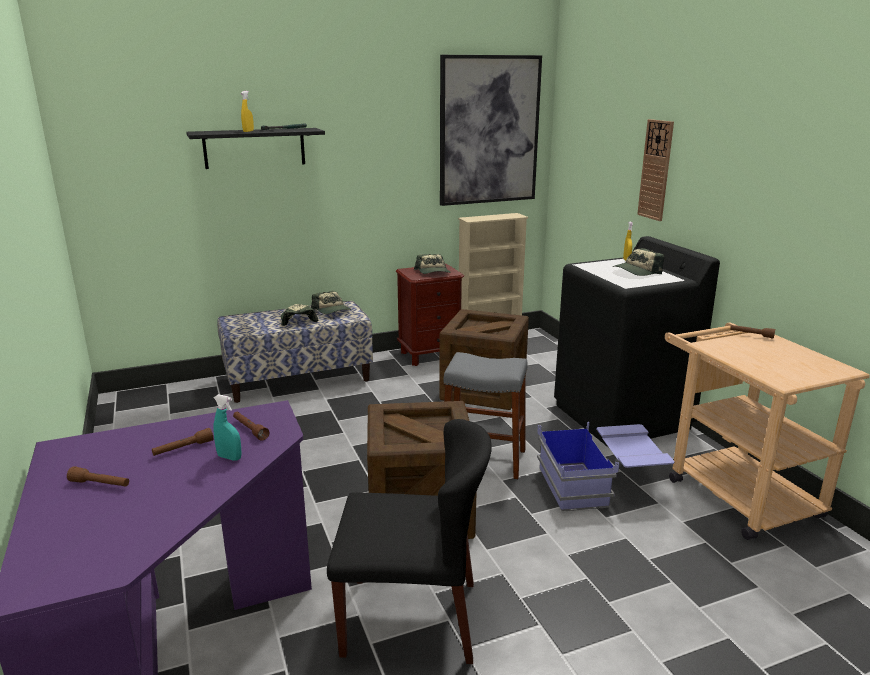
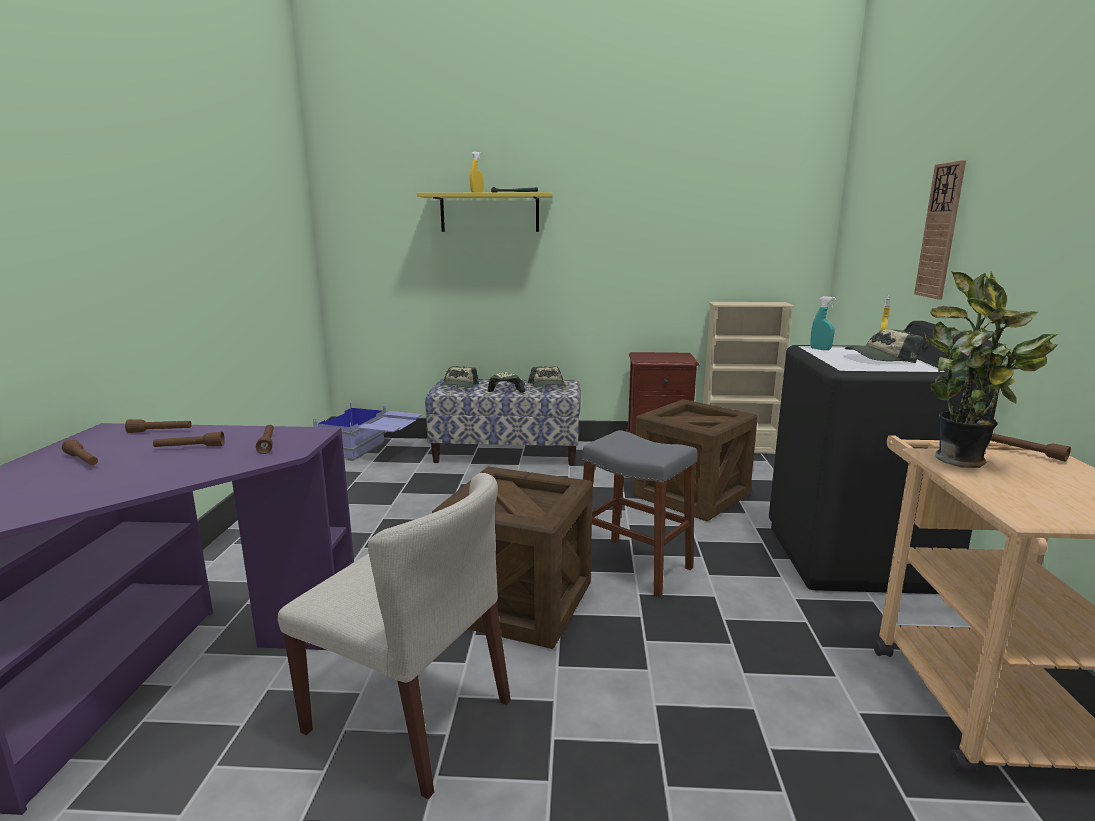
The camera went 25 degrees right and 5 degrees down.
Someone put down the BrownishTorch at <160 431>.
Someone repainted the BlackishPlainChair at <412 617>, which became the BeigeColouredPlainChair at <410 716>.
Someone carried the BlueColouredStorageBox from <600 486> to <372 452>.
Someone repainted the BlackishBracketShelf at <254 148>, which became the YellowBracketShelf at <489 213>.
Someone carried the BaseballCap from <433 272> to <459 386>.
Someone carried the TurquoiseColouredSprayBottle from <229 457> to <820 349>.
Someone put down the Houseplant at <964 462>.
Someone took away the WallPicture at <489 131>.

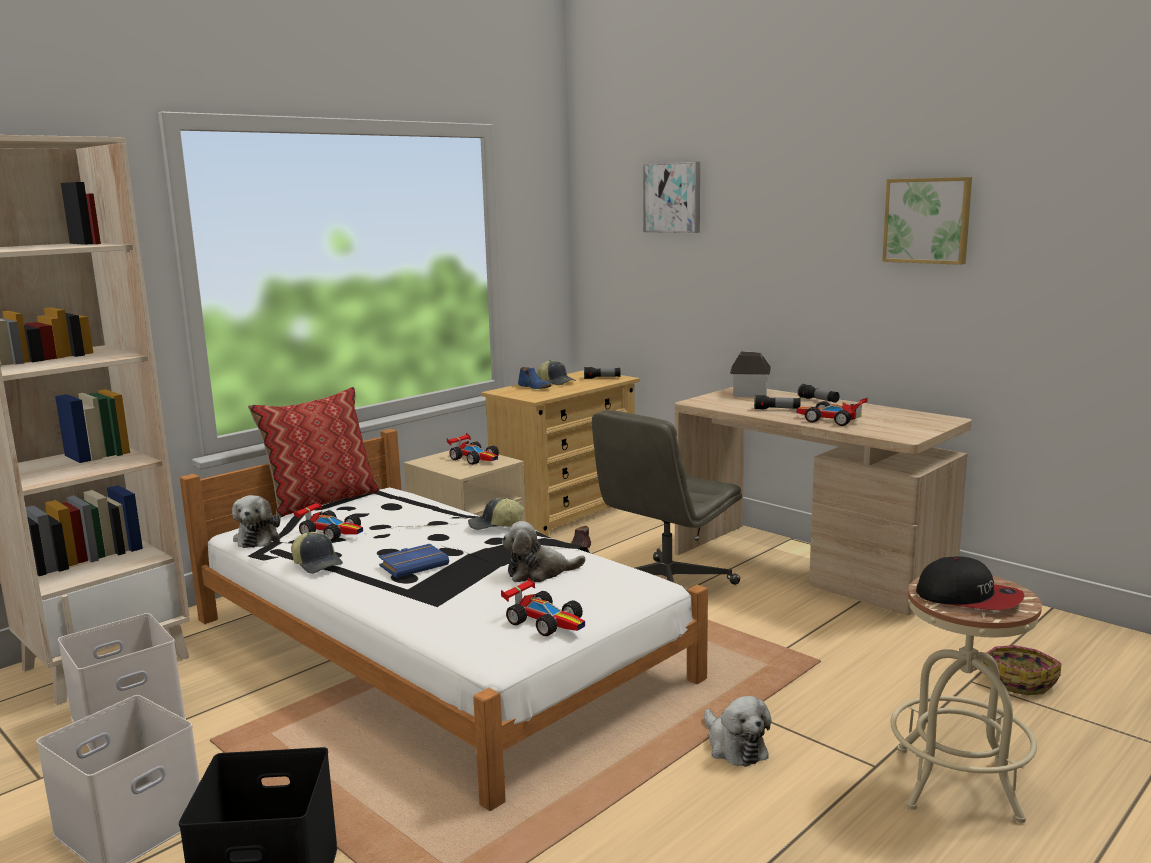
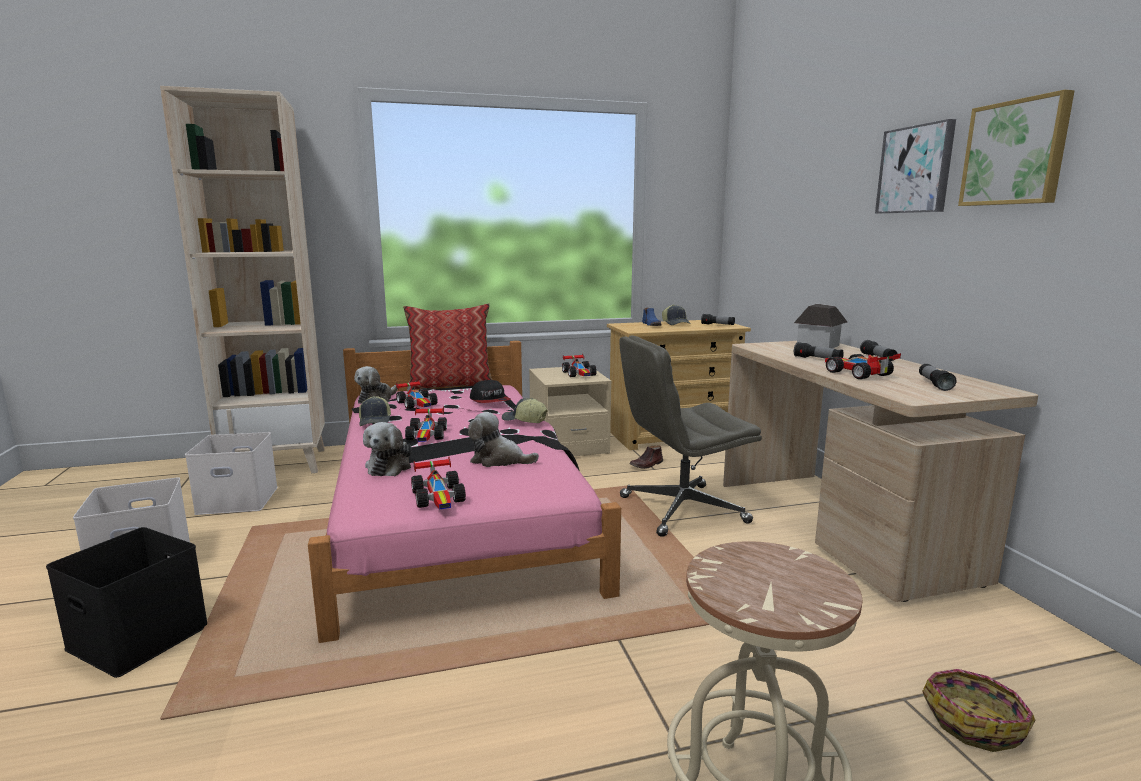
The camera went 30 degrees right and 0 degrees up.
Someone repainted the WhitishBedroomBed at <432 648>, which became the PinkishBedroomBed at <453 507>.
Someone carried the SoftToy from <734 746> to <390 466>.
Someone swapped the BlueColouredBoundBook at <414 565> for the ToyCar at <428 435>.
Someone carried the BaseballCap from <969 598> to <490 400>.
Someone carried the WallPicture from <673 197> to <916 170>.
Someone put down the Torch at <934 384>.

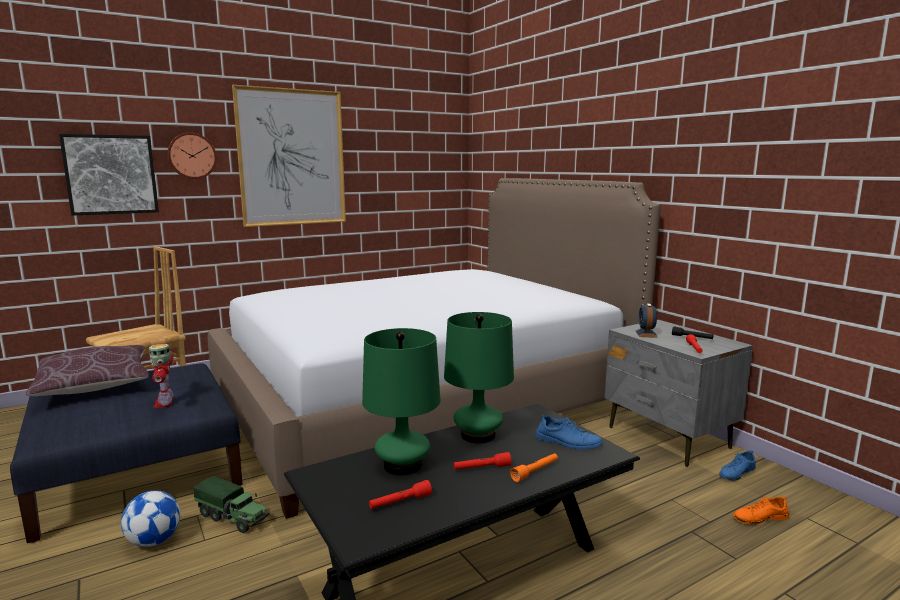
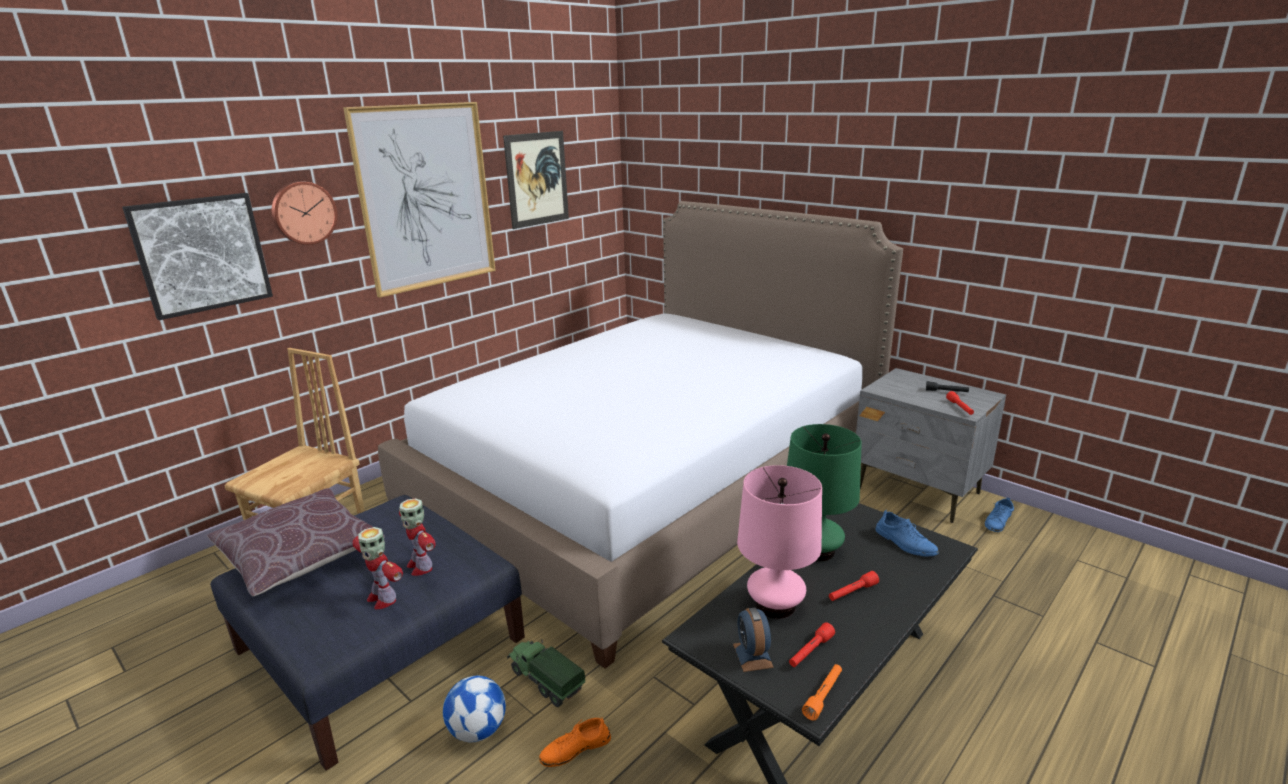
The camera went 15 degrees left and 10 degrees up.
Someone put down the ModelRobot at <382 598>.
Someone put up the WallPicture at <537 179>.
Someone rotated the ModelTruck at <233 518> by 150 degrees counterclockwise.
Someone carried the OrangeyLowShoe from <760 518> to <575 749>.
Someone carried the AlarmClock from <646 334> to <752 655>.
Someone repainted the GreenishTabletopLamp at <402 465>, which became the PinkishTabletopLamp at <775 605>.
Someone carried the OrangeyTorch from <535 471> to <823 696>.
Someone rotated the BlueColouredLowShoe at <568 442> by 45 degrees clockwise.

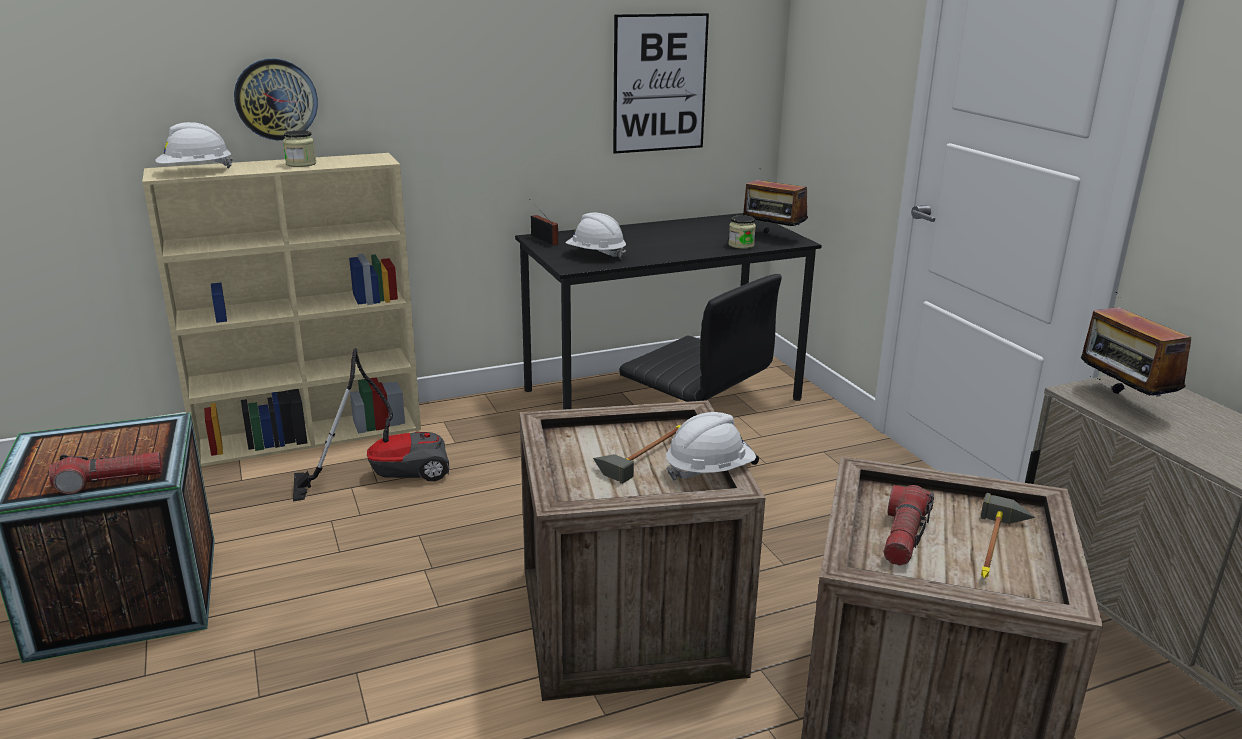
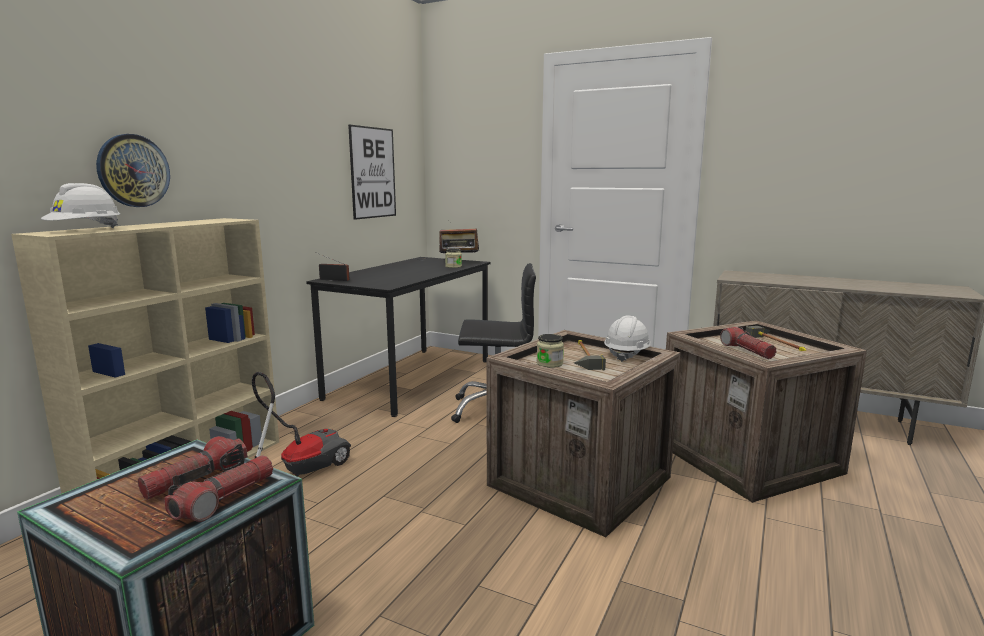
The camera went 40 degrees left and 10 degrees down.
Someone put down the Torch at <196 480>.
Someone carried the PreserveJar from <301 164> to <549 364>.
Someone took away the WhitishSafetyHelmet at <595 255>.
Someone took away the RadioReceiver at <1121 402>.

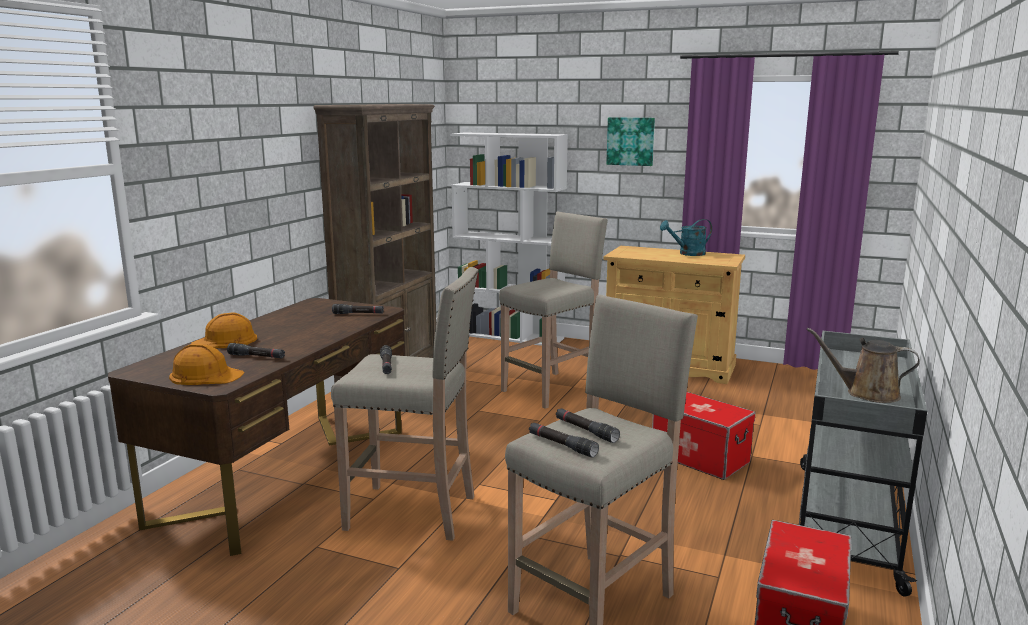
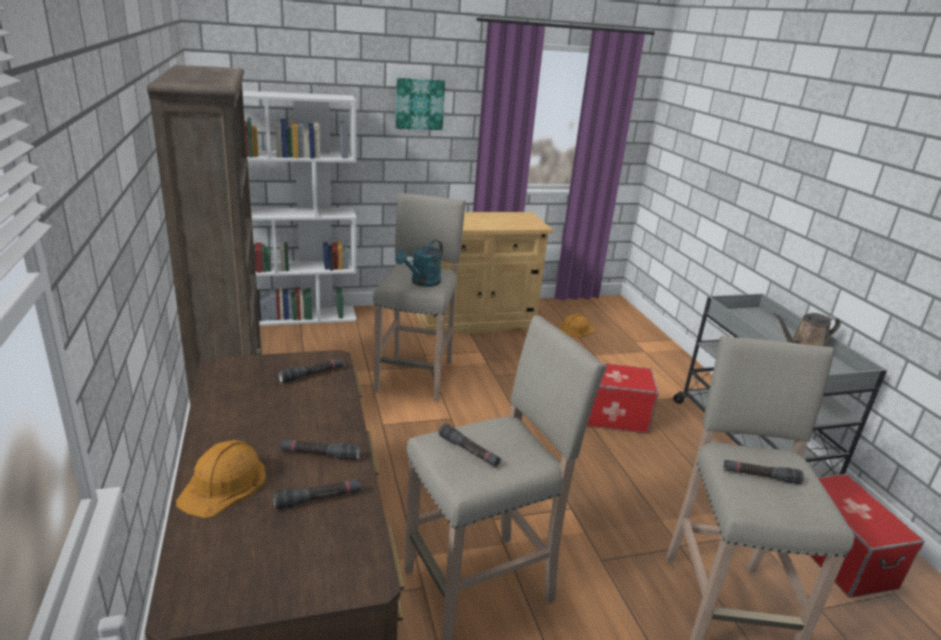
The camera went 40 degrees left and 10 degrees up.
Someone carried the BlackishTorch from <562 445> to <320 454>.
Someone carried the TurquoiseColouredWateringPot from <687 254> to <422 283>.
Someone carried the OrangeySafetyHelmet from <205 375> to <577 329>.

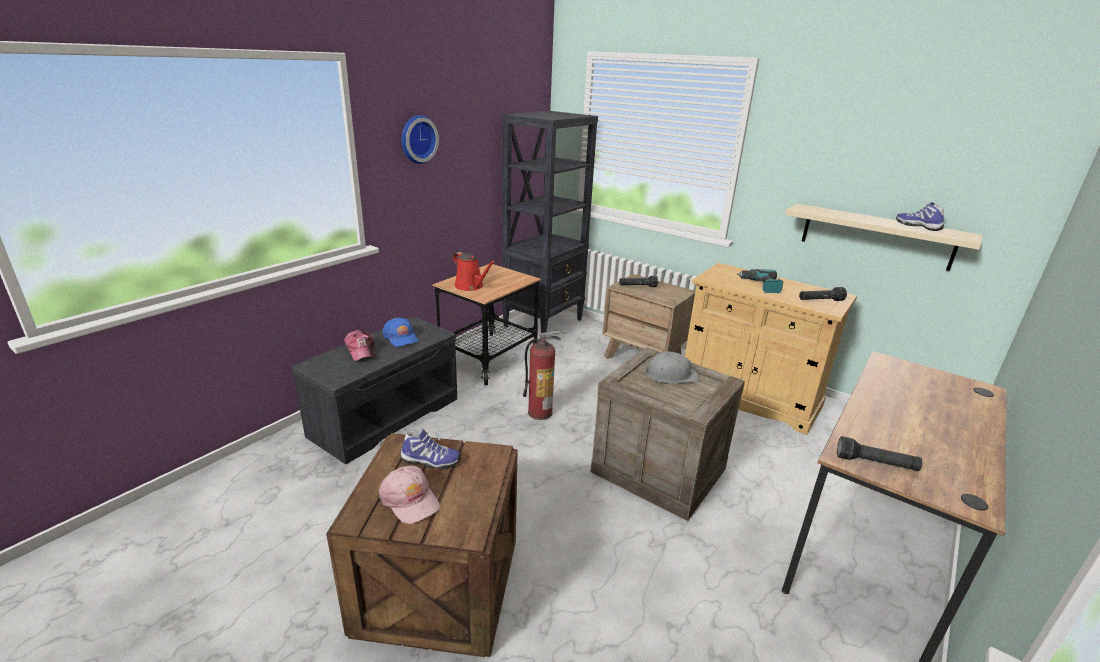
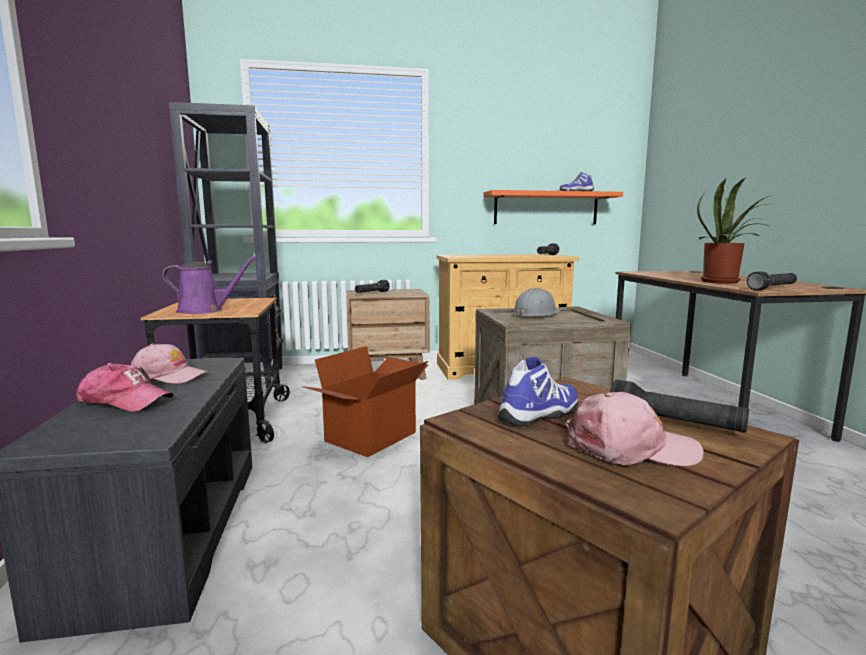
The camera went 45 degrees left and 15 degrees down.
Someone repainted the BlueColouredBaseballCap at <401 337>, which became the PinkishBaseballCap at <169 376>.
Someone repainted the RedColouredWateringPot at <471 286>, which became the PurpleColouredWateringPot at <205 310>.
Someone swapped the Extinguisher at <540 412> for the Carton at <372 437>.
Someone repainted the BeigeColouredBracketShelf at <876 236>, which became the OrangeyBracketShelf at <546 208>.
Someone put down the BlackishTorch at <674 425>.
Someone put down the Houseplant at <724 282>.
Someone took away the WallClock at <417 139>.
Someone took away the PowerDrill at <760 286>.

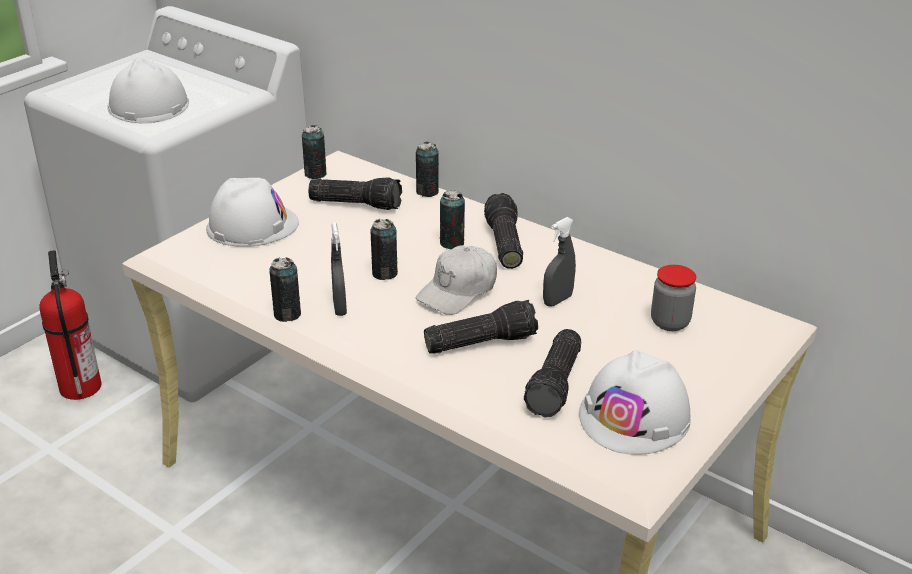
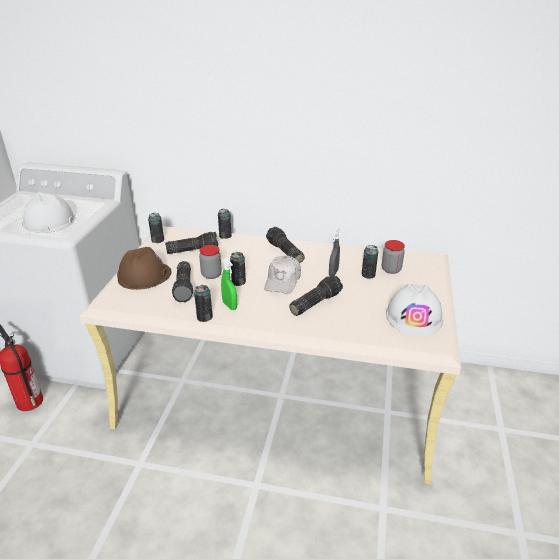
The camera went 25 degrees left and 0 degrees up.
Someone repainted the WhitishSafetyHelmet at <252 225>, which became the BrownishSafetyHelmet at <144 275>.
Someone carried the Torch from <557 384> to <185 287>.
Someone put down the PreserveJar at <211 274>.
Someone repainted the GraySprayBottle at <339 307>, which became the GreenishSprayBottle at <230 306>.
Someone carried the SealedCan from <452 243> to <368 275>.

